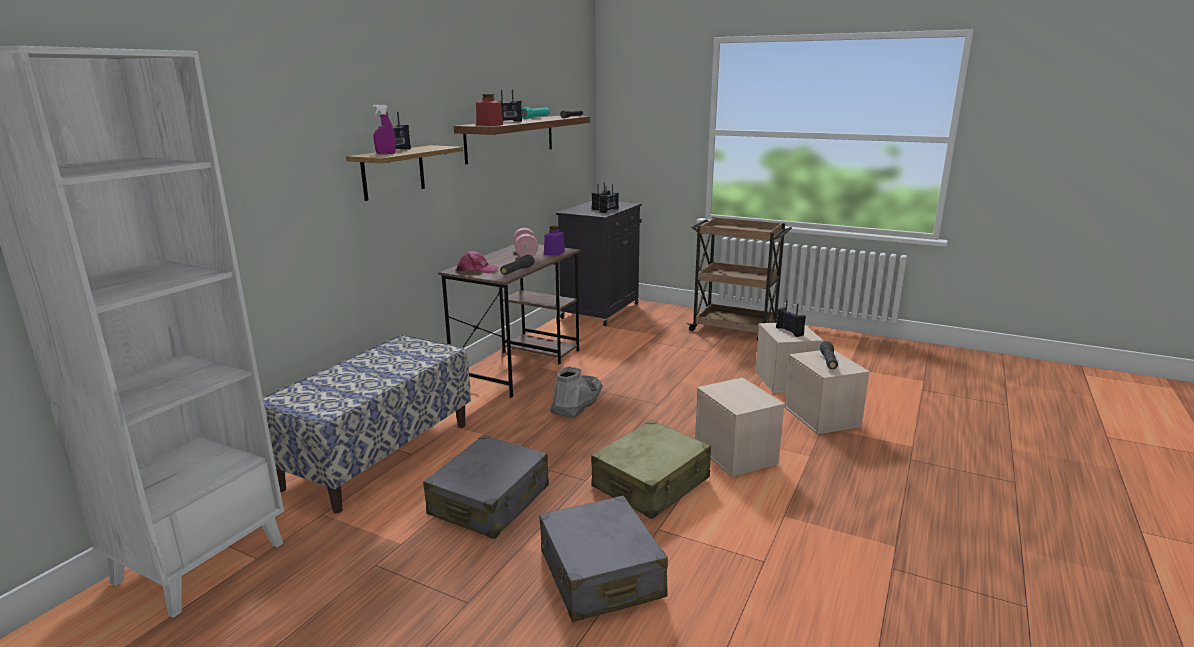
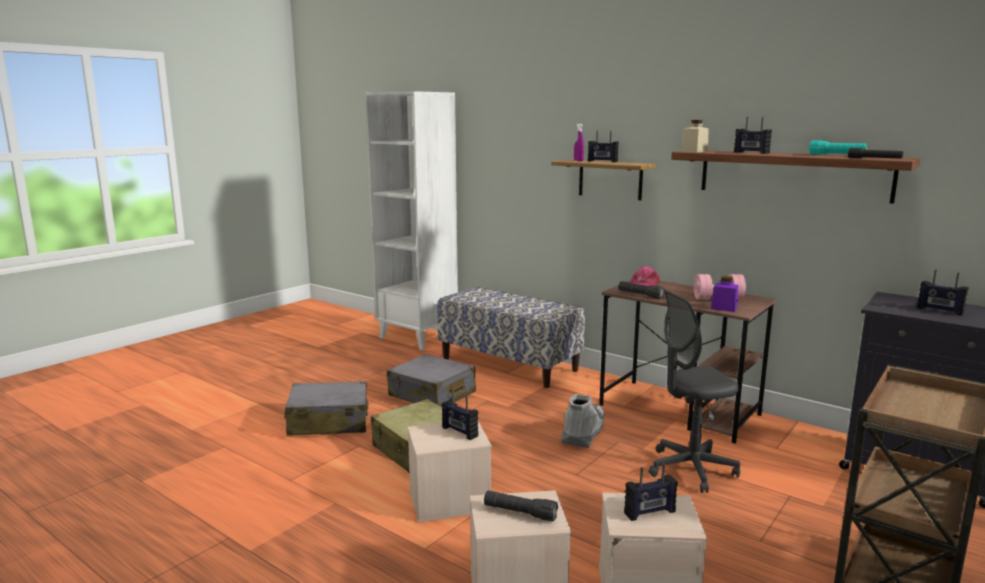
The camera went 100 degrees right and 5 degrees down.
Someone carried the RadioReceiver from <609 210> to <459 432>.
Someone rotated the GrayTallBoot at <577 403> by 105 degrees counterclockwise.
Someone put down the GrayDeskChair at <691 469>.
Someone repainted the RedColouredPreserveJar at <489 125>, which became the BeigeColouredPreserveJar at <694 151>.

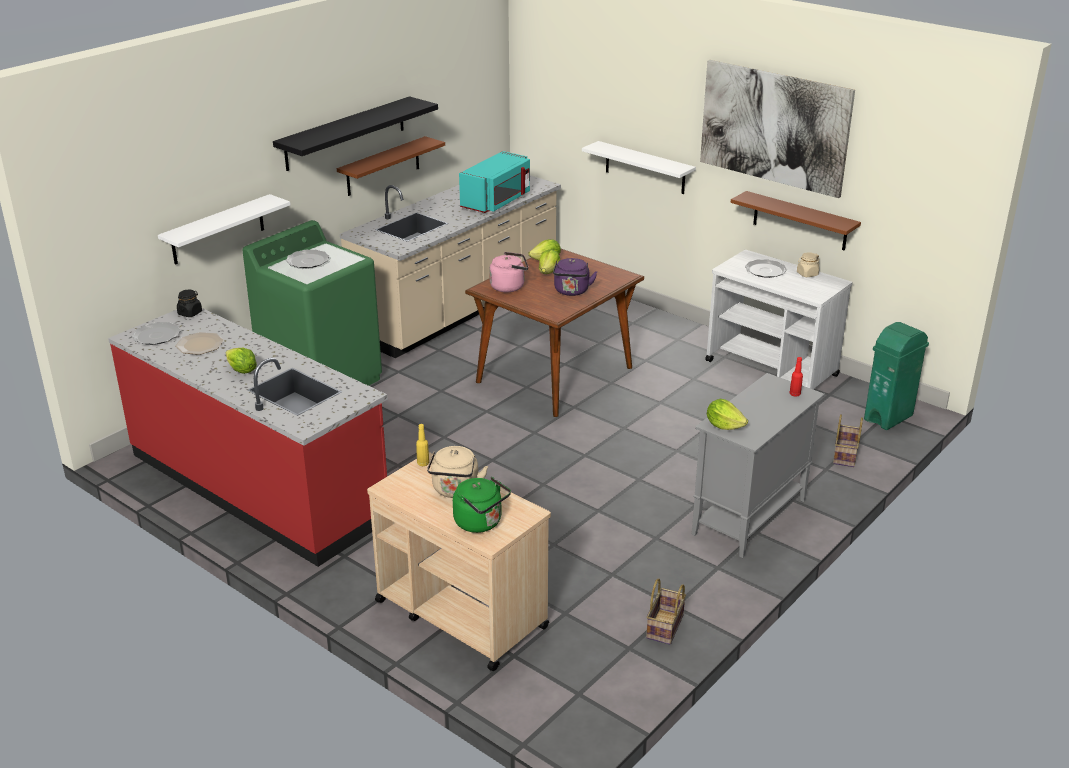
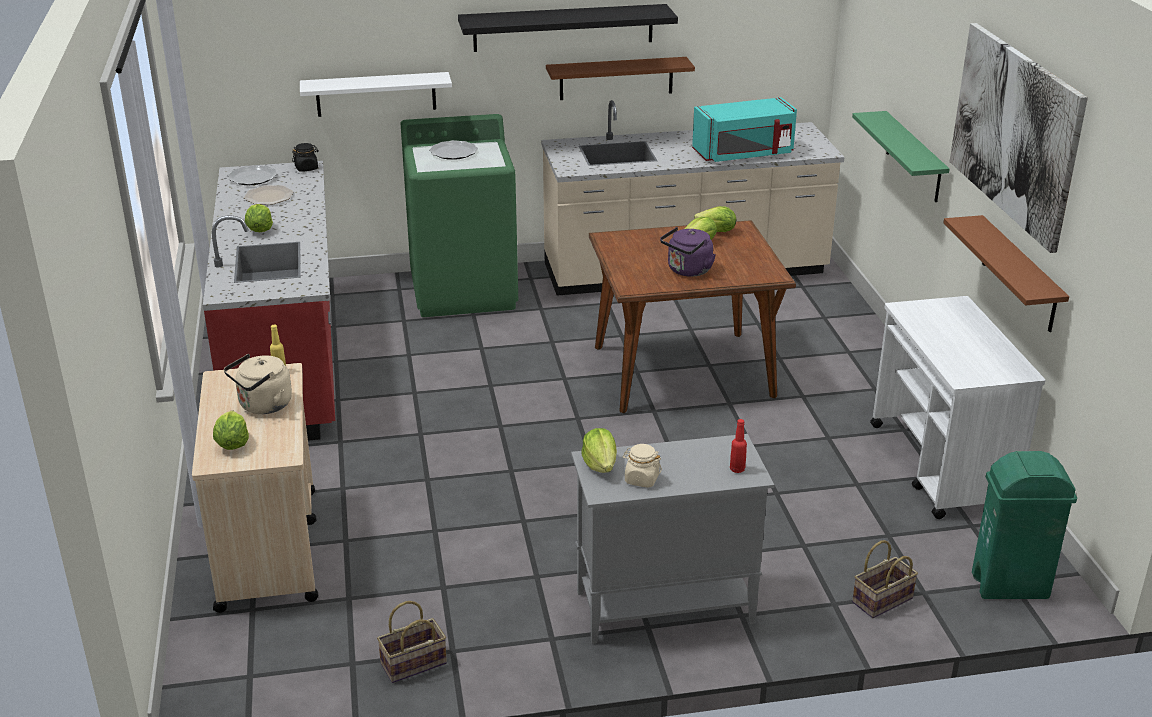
The camera went 40 degrees right and 0 degrees up.
Someone swapped the GreenishWaterKettle at <481 523> for the Lettuce at <232 444>.
Someone carried the BeigeColouredPreserveJar from <807 274> to <641 479>.
Someone repainted the WhitishBracketShelf at <645 168>, which became the GreenishBracketShelf at <913 157>.
Someone took away the PinkishWaterKettle at <509 286>.
Someone took away the Plate at <765 270>.

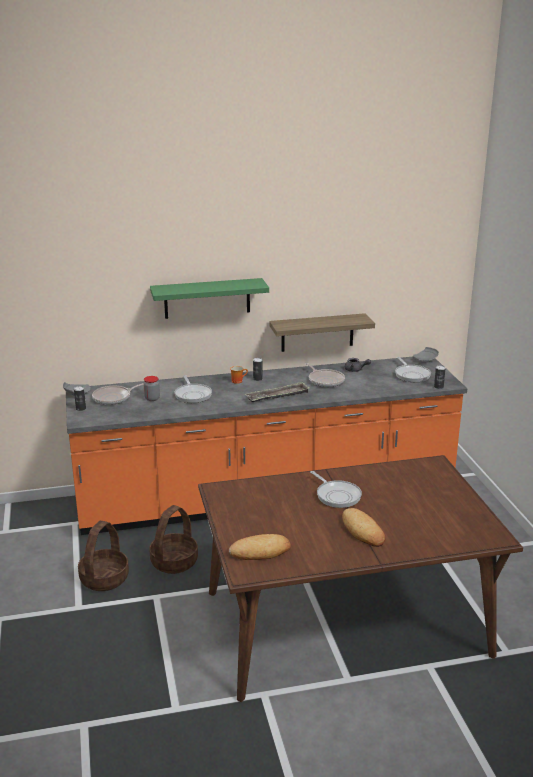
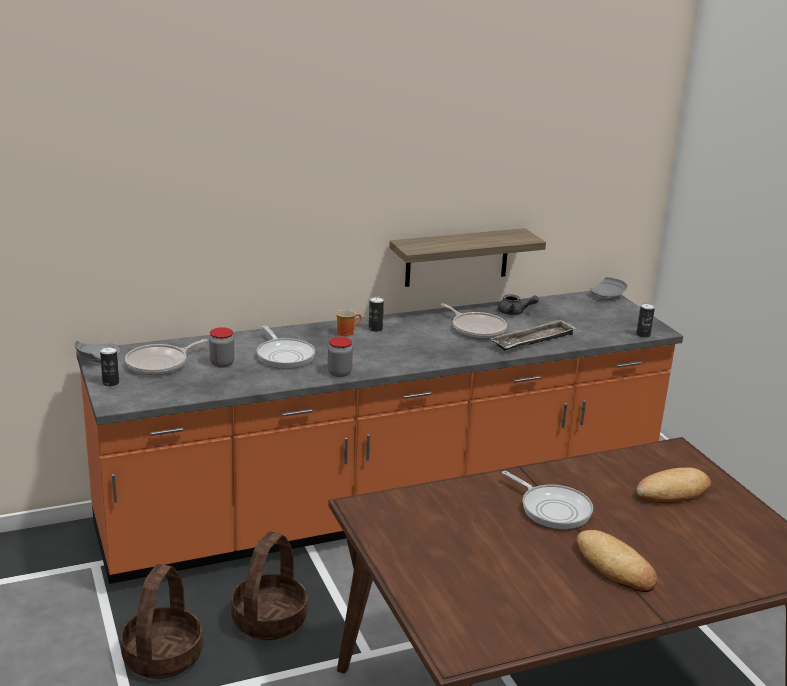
The camera went 10 degrees left and 0 degrees up.
Someone put down the PreserveJar at <339 373>.
Someone carried the ServingTray from <277 396> to <533 341>.
Someone carried the BakedBread from <260 551> to <673 491>.
Someone took away the GreenishBracketShelf at <207 298>.
Someone took away the Skillet at <411 375>.

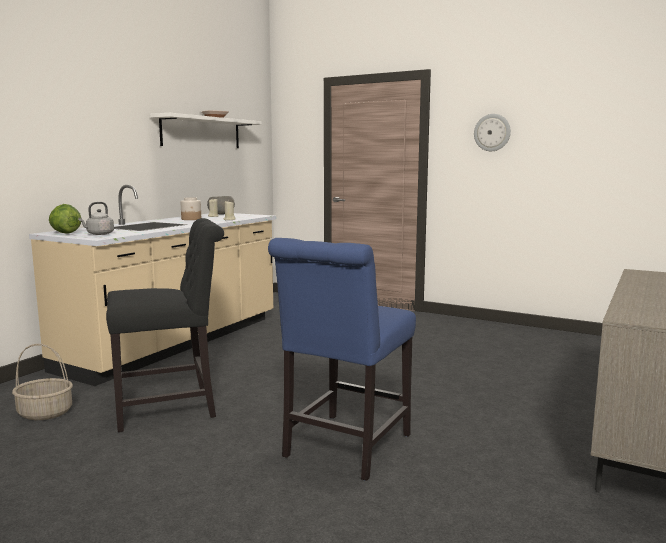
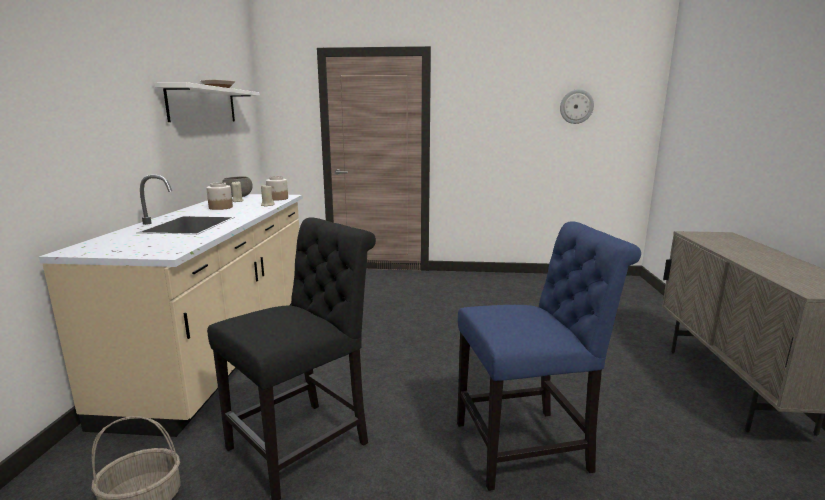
The camera went 25 degrees left and 5 degrees up.
Someone put down the PreserveJar at <278 198>.
Someone rotated the BlueColouredPlainChair at <344 448> by 105 degrees counterclockwise.
Someone carried the WallClock from <492 132> to <576 106>.
Someone took away the Lettuce at <65 233>.
Someone took away the GrayWaterKettle at <99 234>.

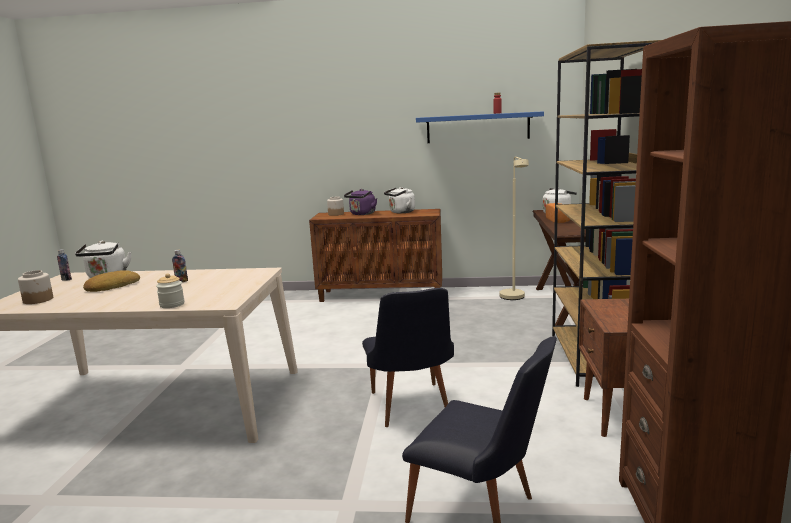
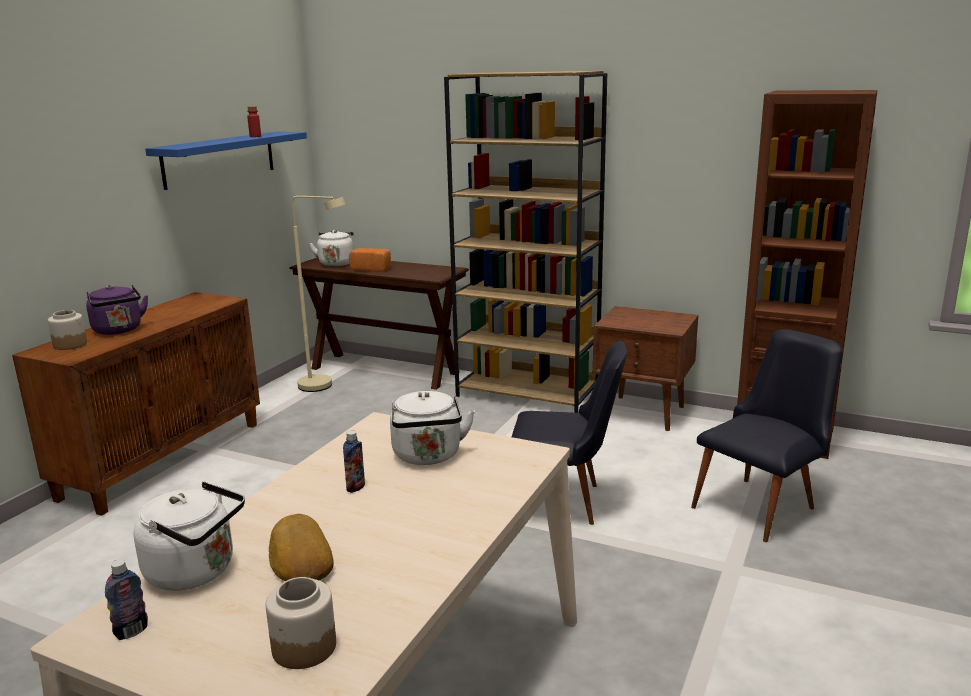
The camera went 70 degrees left and 5 degrees up.
Someone carried the WhitishWaterKettle from <400 212> to <428 456>.
Someone took away the PreserveJar at <172 304>.

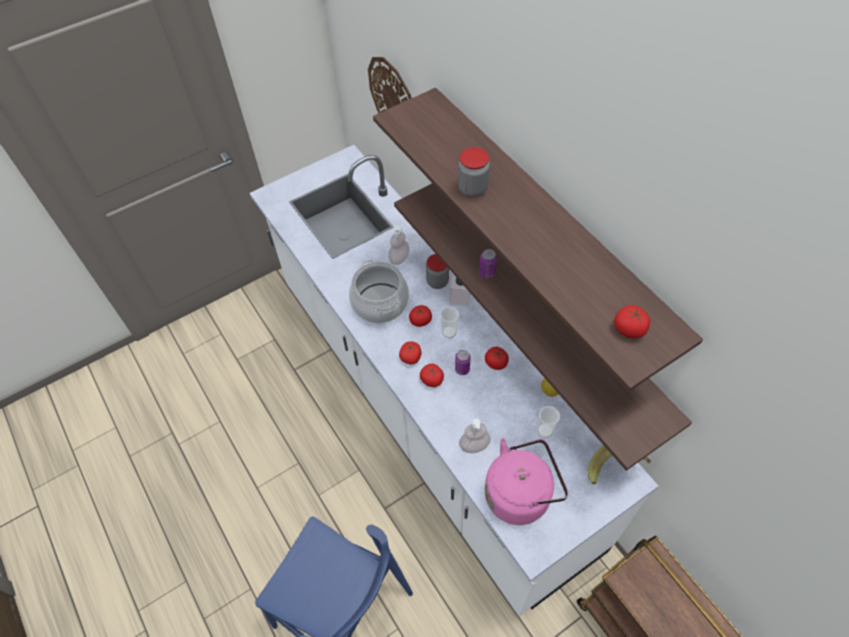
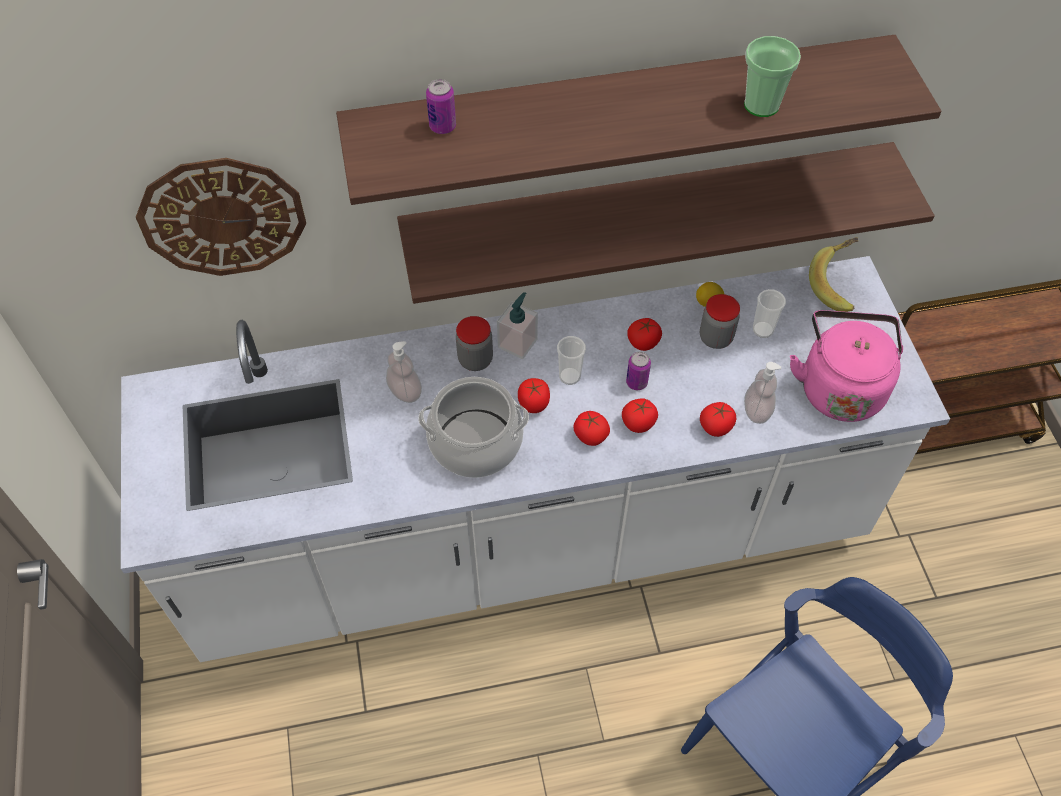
The camera went 70 degrees left and 0 degrees up.
Someone carried the SealedCan from <487 273> to <442 127>.
Someone carried the PreserveJar from <472 189> to <715 338>.
Someone carried the WholeTomato from <629 329> to <716 426>.
Someone put down the SmallCup at <761 105>.

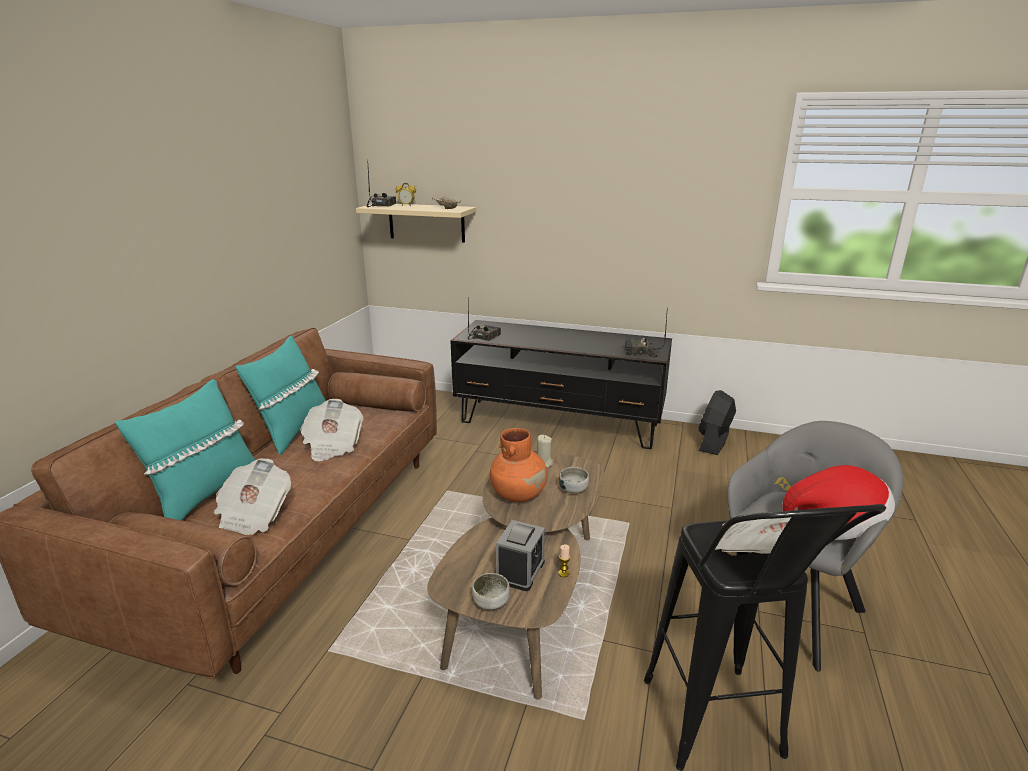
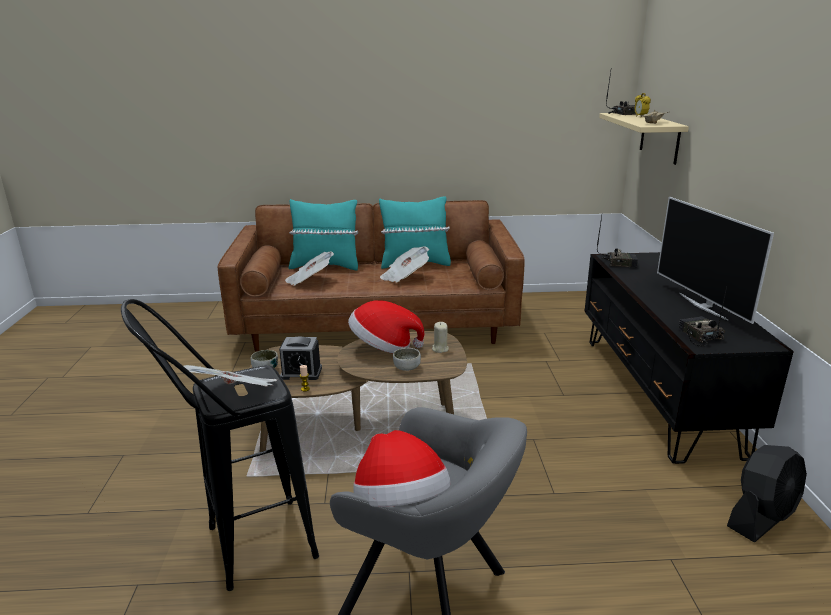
The camera went 70 degrees right and 0 degrees up.
Someone swapped the OrangeyVase at <519 494> for the Hat at <384 347>.
Someone put down the Television at <703 306>.
Someone rotated the BlackishFan at <713 442> by 135 degrees clockwise.

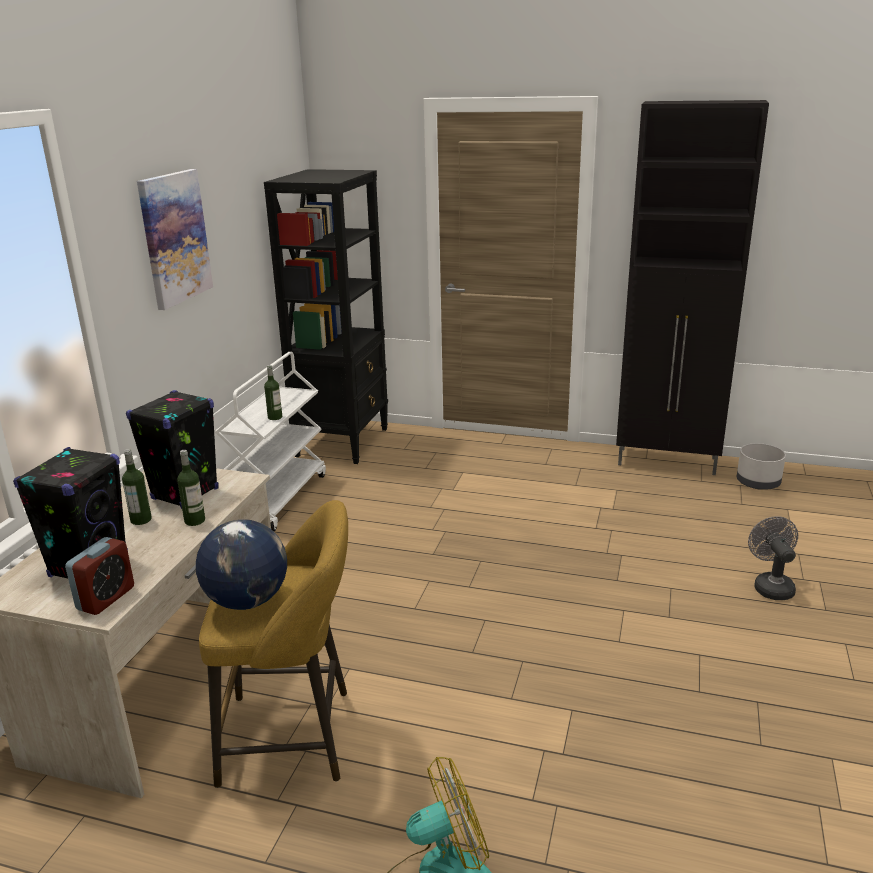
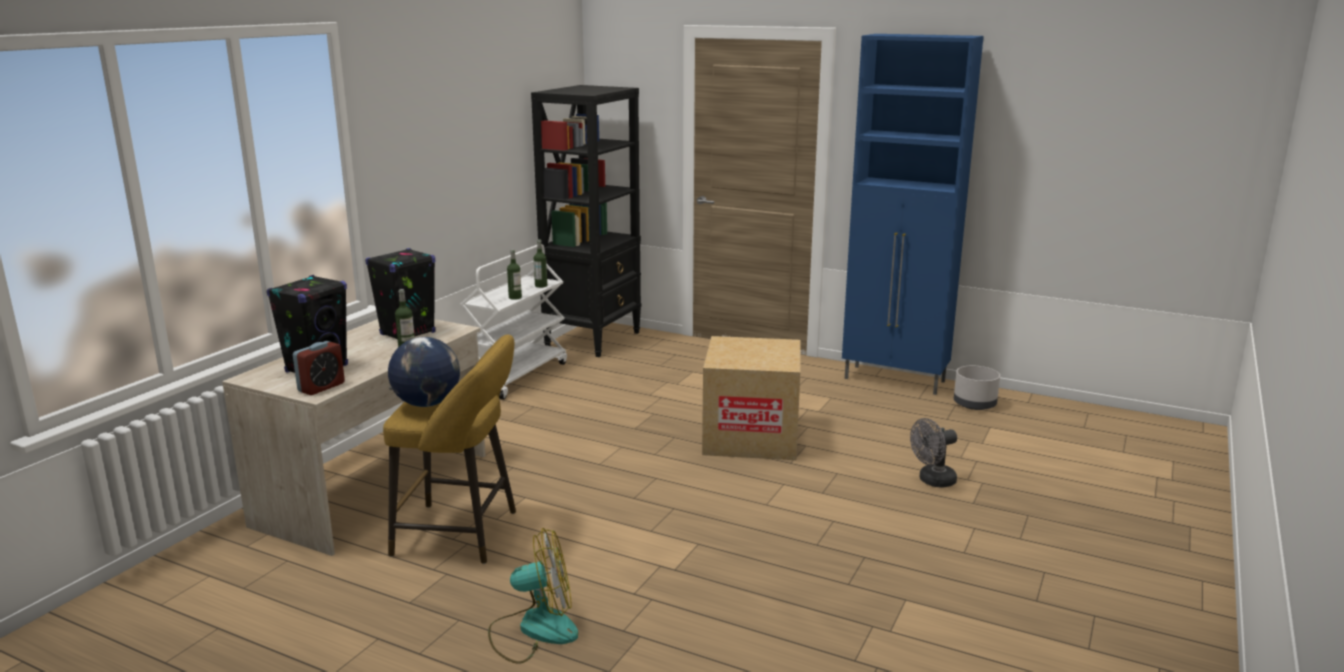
The camera went 10 degrees right and 5 degrees down.
Someone carried the Bottle from <141 520> to <541 286>.
Someone put down the Carton at <751 437>.
Someone repainted the BlackishCabinet at <668 462>, which became the BlueColouredCabinet at <895 380>.
Someone rotated the GrayFan at <770 586> by 120 degrees counterclockwise.
Someone took away the WallPicture at <174 238>.

